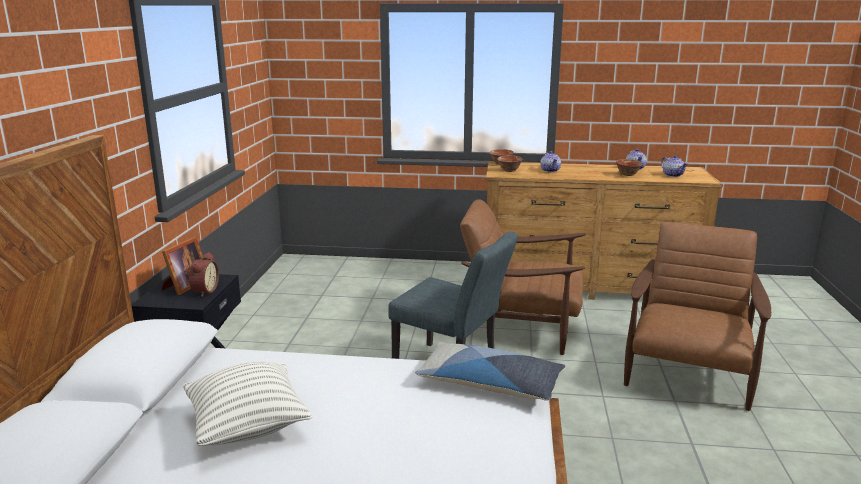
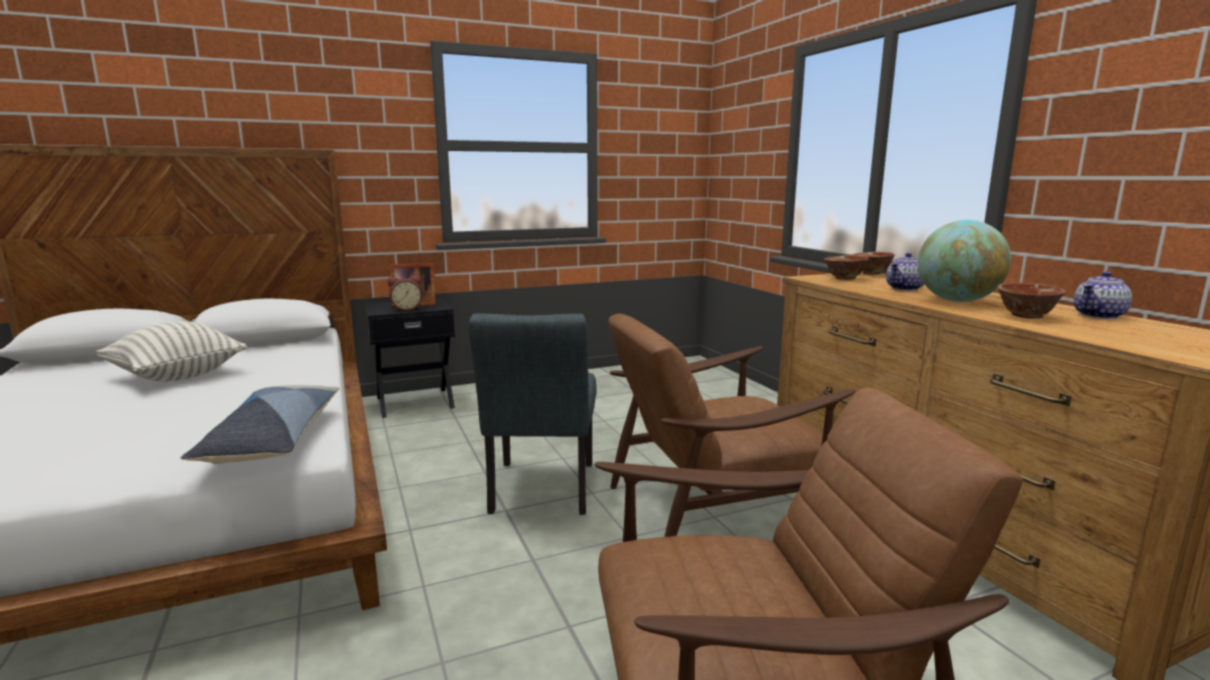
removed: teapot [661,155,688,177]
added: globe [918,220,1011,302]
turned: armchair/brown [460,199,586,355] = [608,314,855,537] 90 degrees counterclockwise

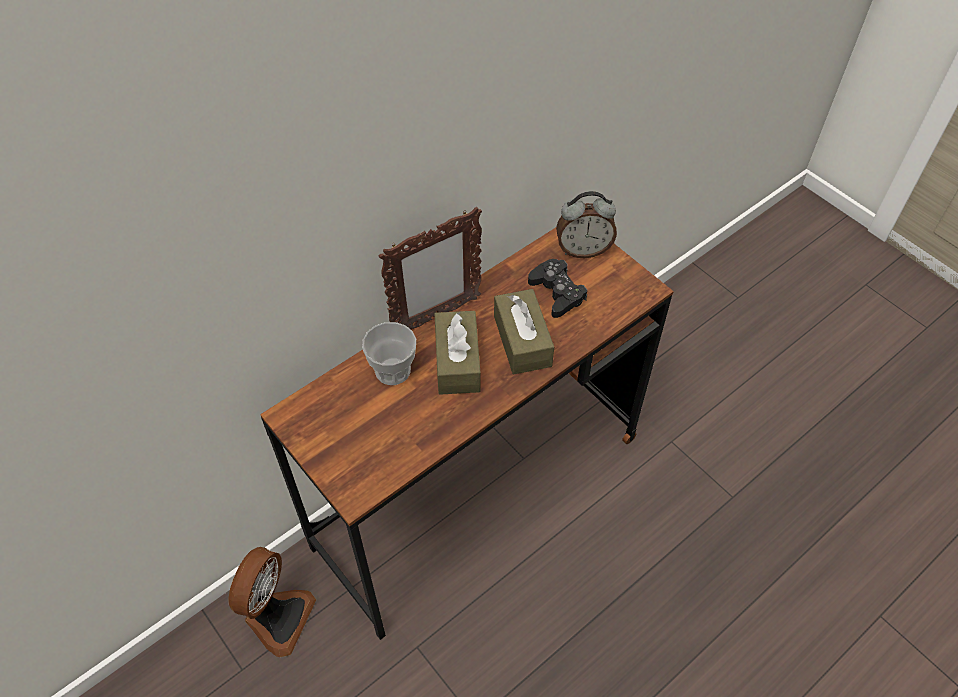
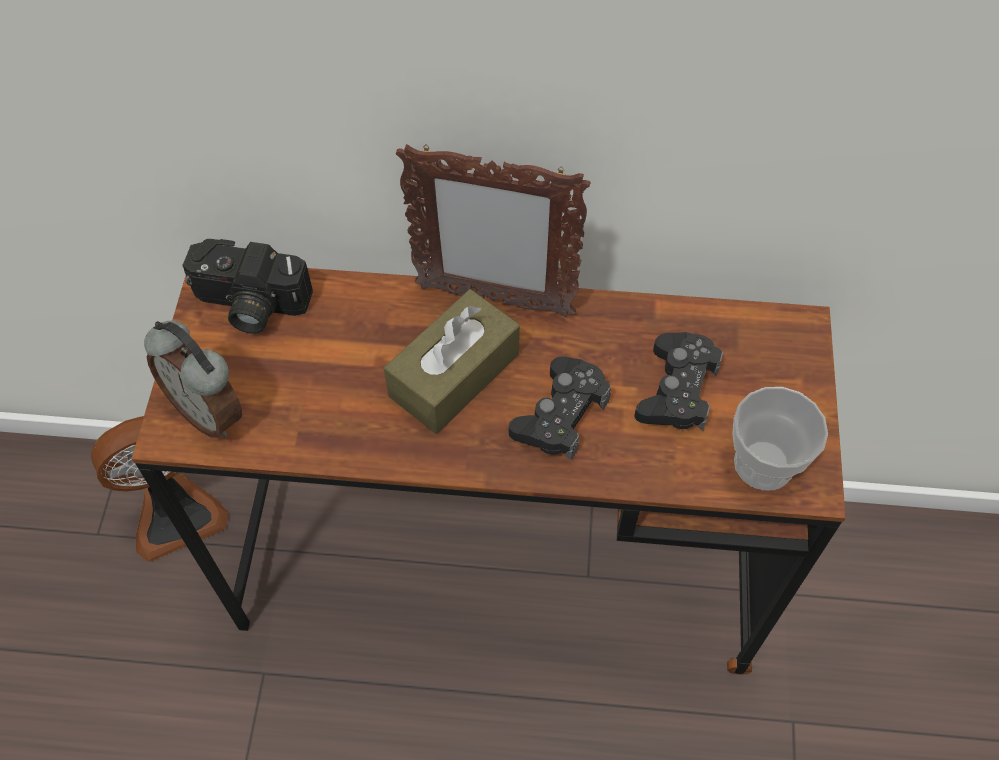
added: photo camera [182,239,313,334]
moved: cup [362,322,416,385] to [732,387,828,490]; alarm clock [556,191,617,258] to [144,320,242,438]
replaced: tissue box/brown [494,289,554,374] to game controller/black [509,356,611,460]

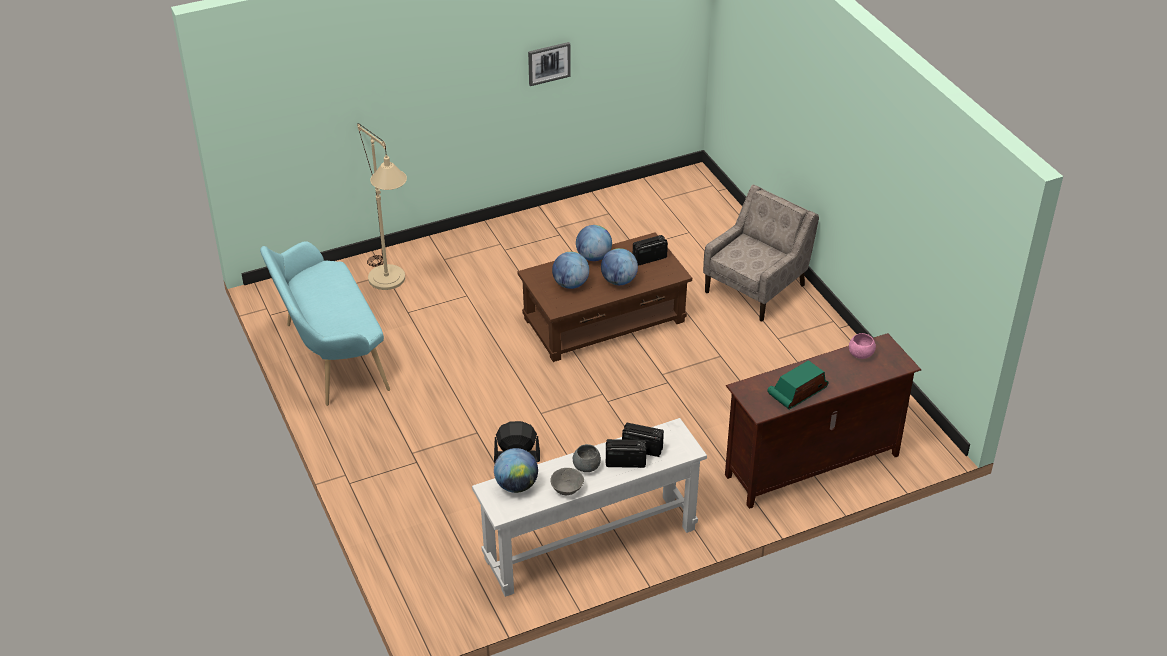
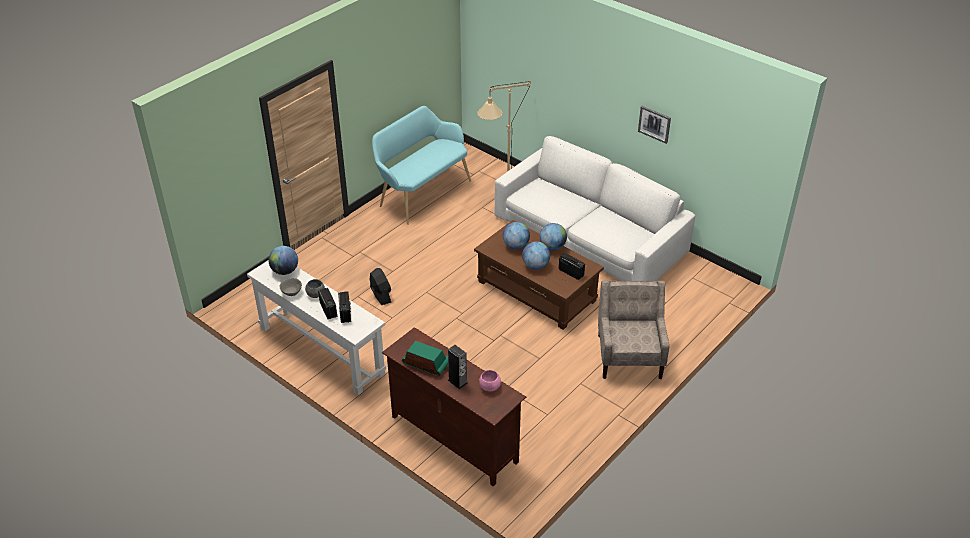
added: speaker [448,345,468,389]; sofa/white [495,136,695,281]
turned: armchair/beige [703,185,819,321] = [598,280,670,379] 105 degrees counterclockwise

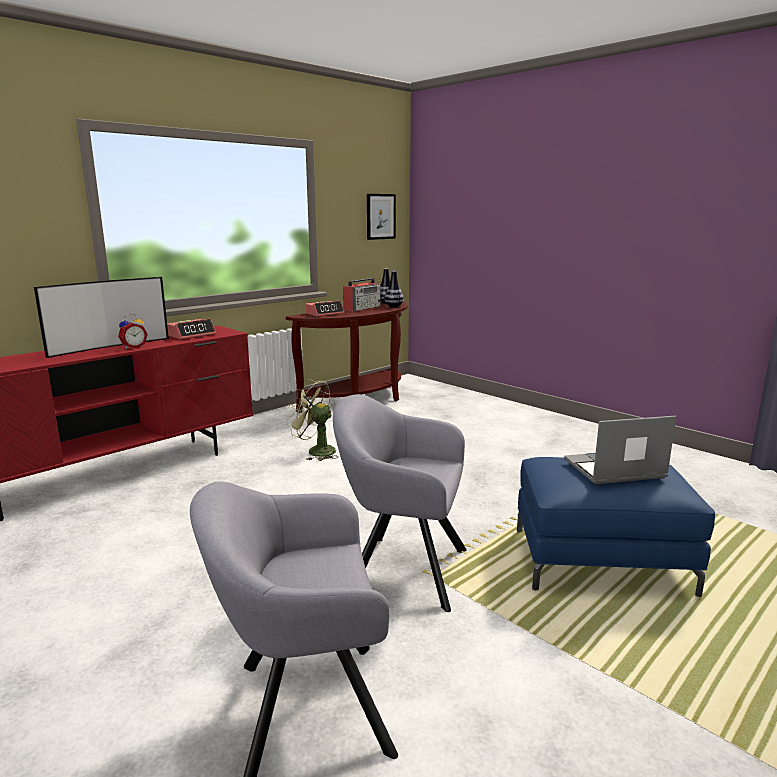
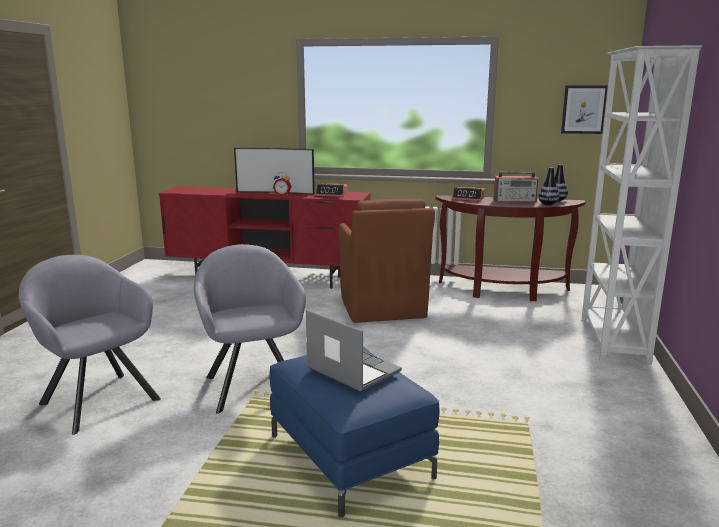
added: bookcase/white [582,45,702,365]
replaced: fan/green [287,379,338,461] to armchair/brown [339,198,435,323]

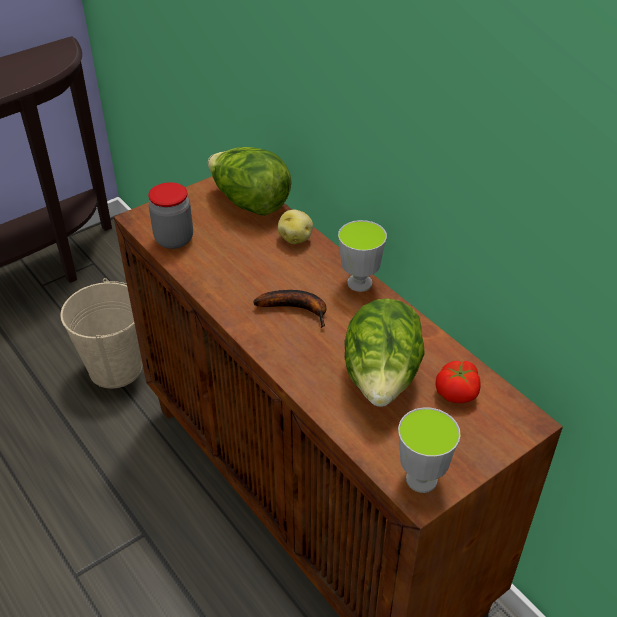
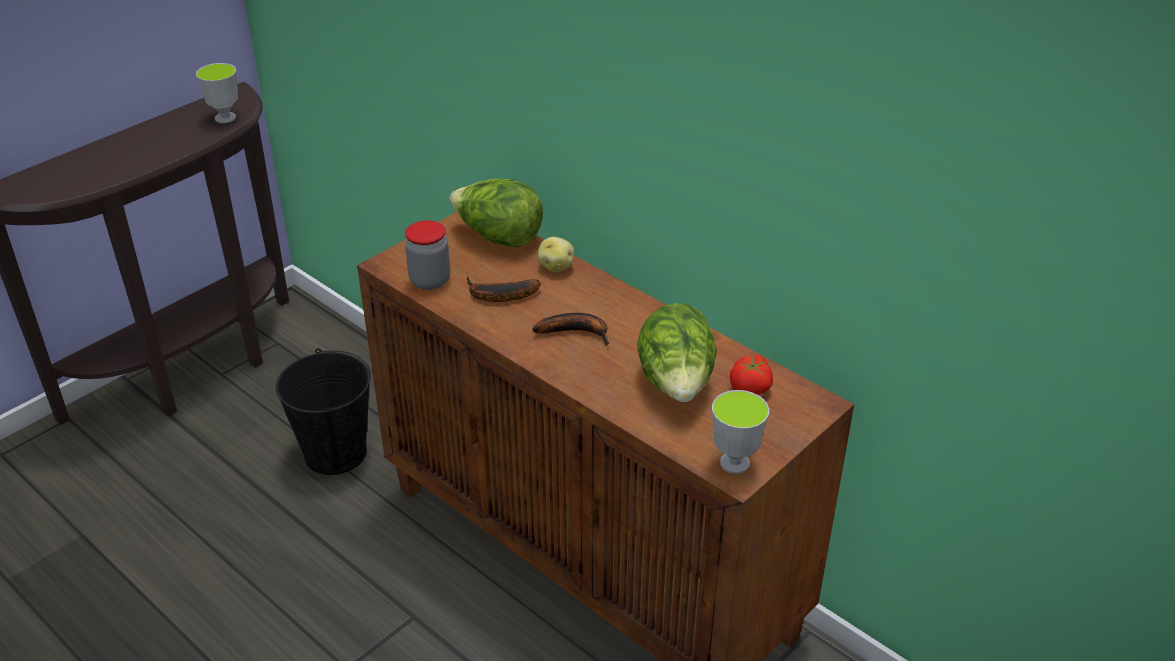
added: banana [467,277,541,302]
moved: cup [338,220,387,292] to [196,63,238,123]
recoloured: bucket/beige [61,278,142,389] to bucket/black [276,348,371,475]

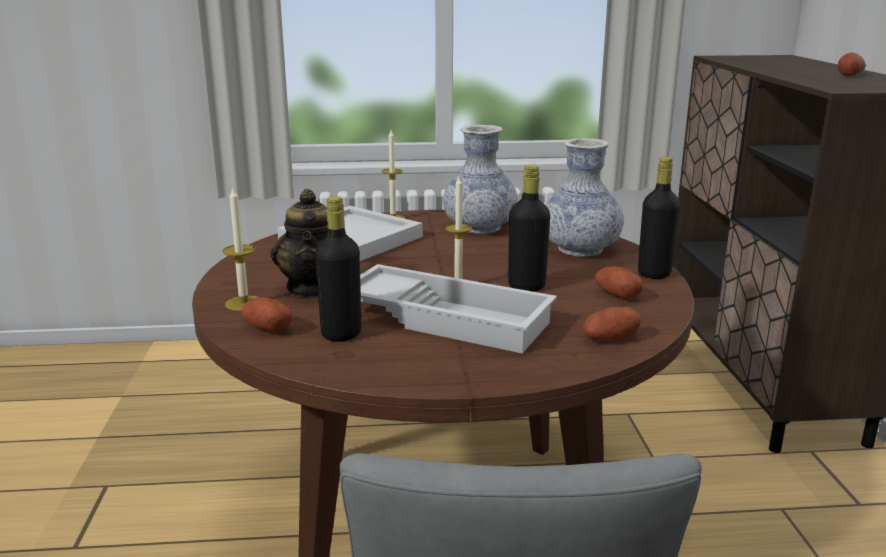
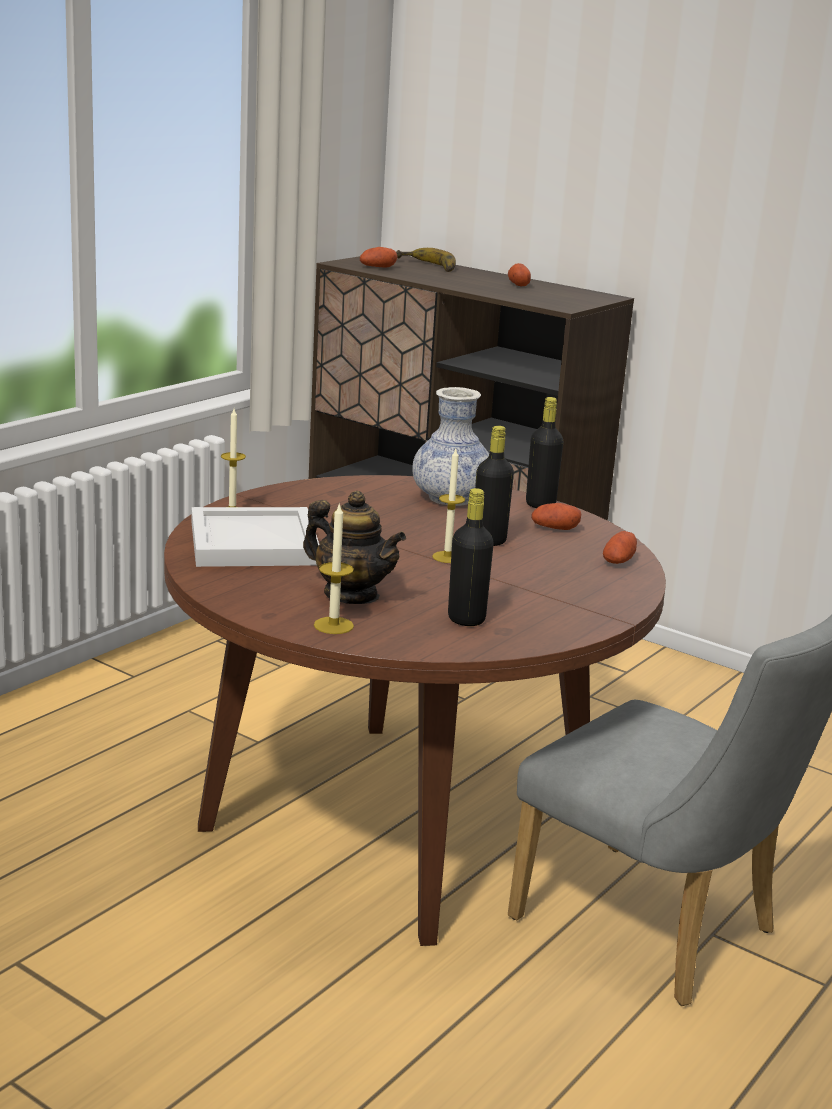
removed: tray/white [360,264,557,353]; vase [443,125,518,234]
added: banana [396,248,456,272]
moved: potato [241,297,292,332] to [360,247,398,268]

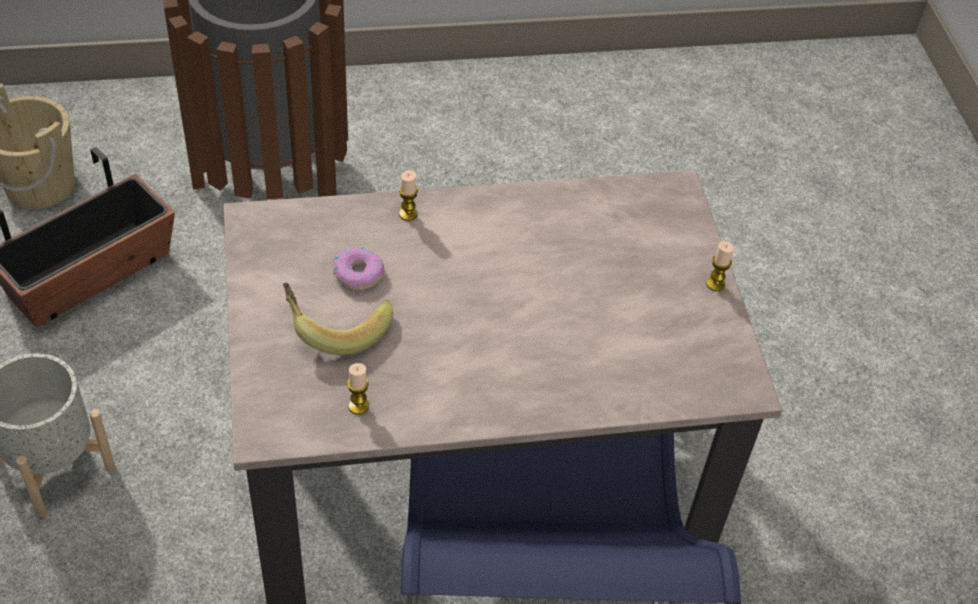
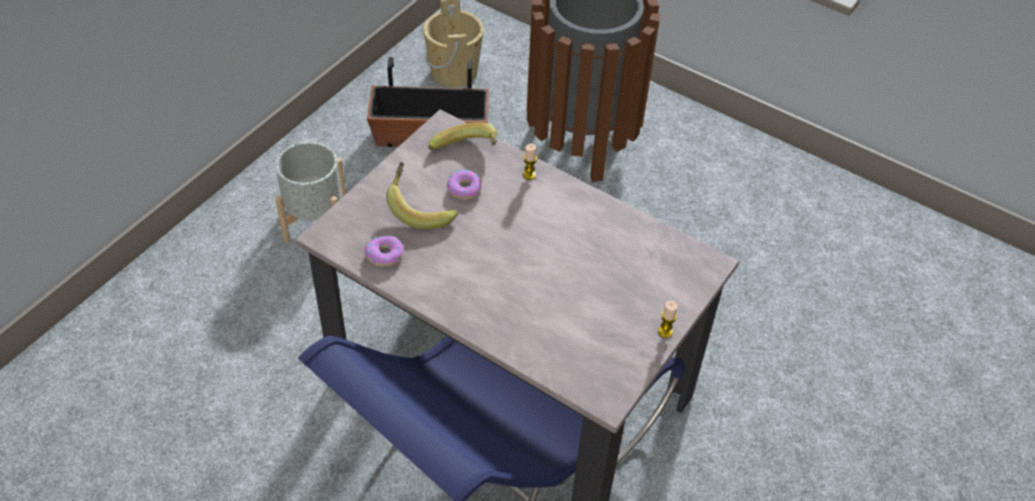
added: banana [428,122,497,150]
replaced: candle [347,363,369,415] to donut [365,236,403,267]

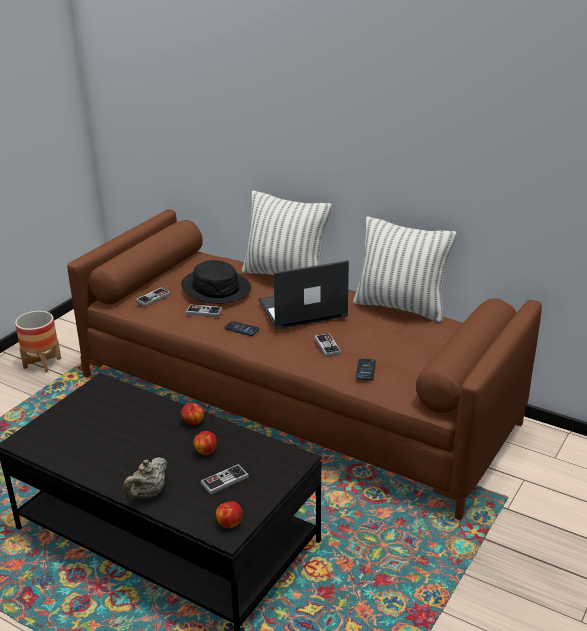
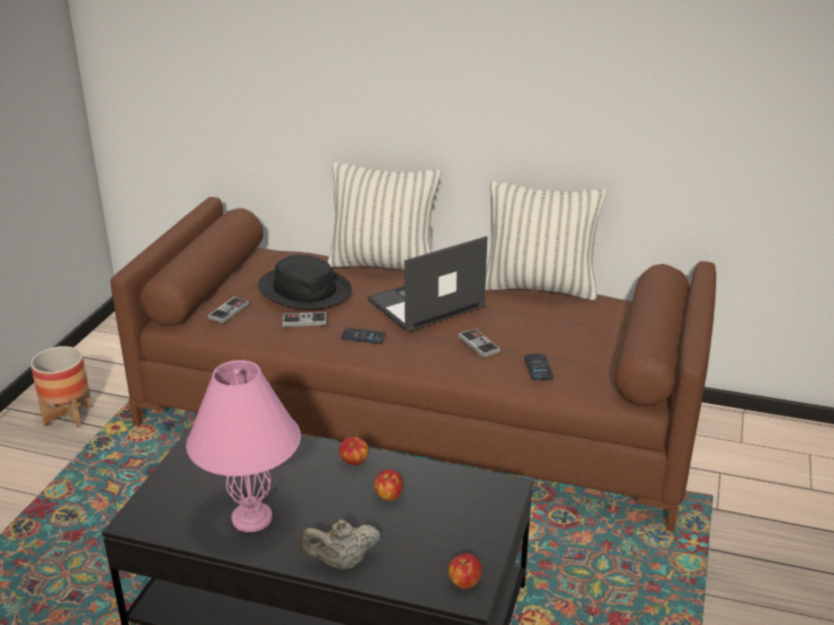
removed: game controller [201,464,249,494]
added: table lamp/pink [186,360,301,532]
turned: teapot/beige [123,457,167,499] = [300,520,380,570] 60 degrees clockwise

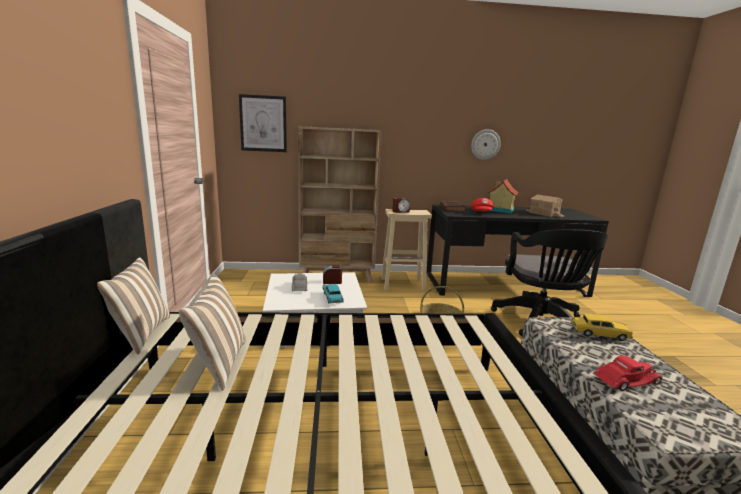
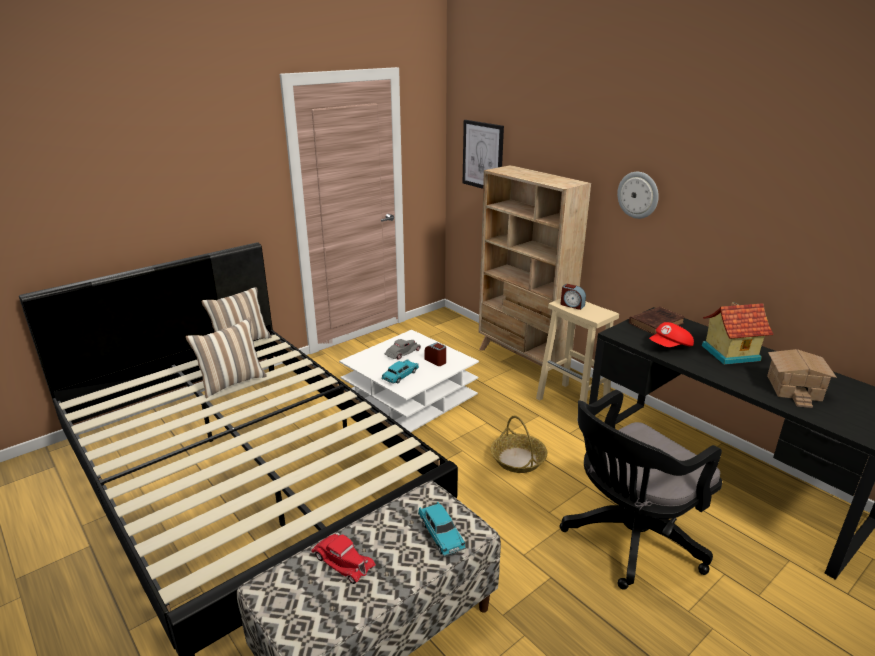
moved: wall clock [471,129,501,160] to [617,172,659,219]
recoloured: toy car/yellow [571,314,633,341] to toy car/turquoise [418,502,466,556]

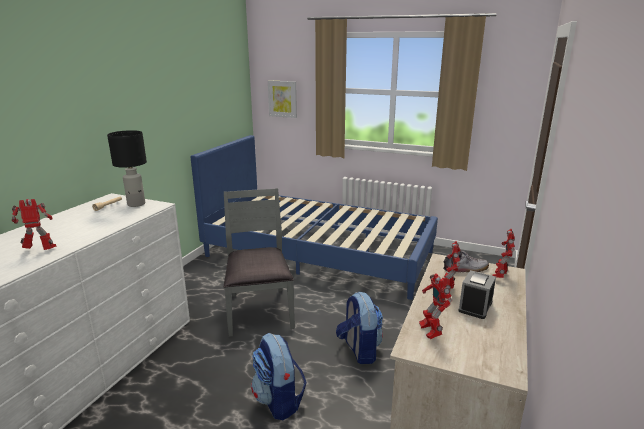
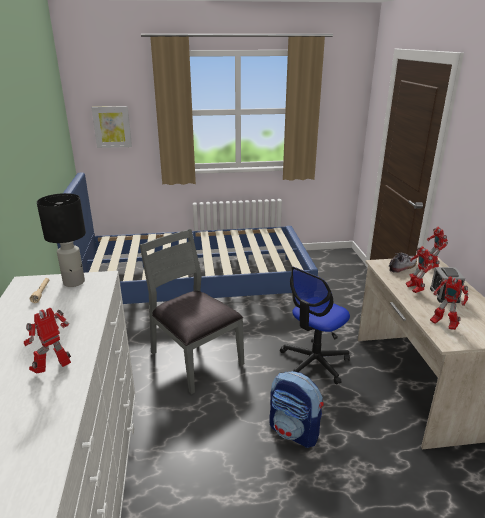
replaced: backpack [336,292,383,364] to office chair [280,267,350,385]

